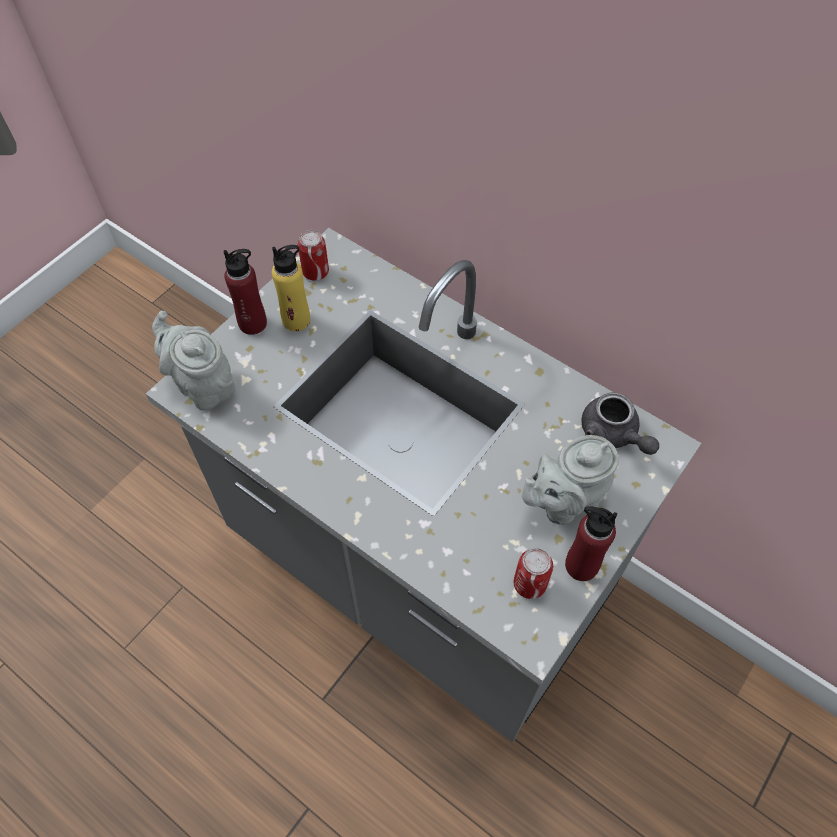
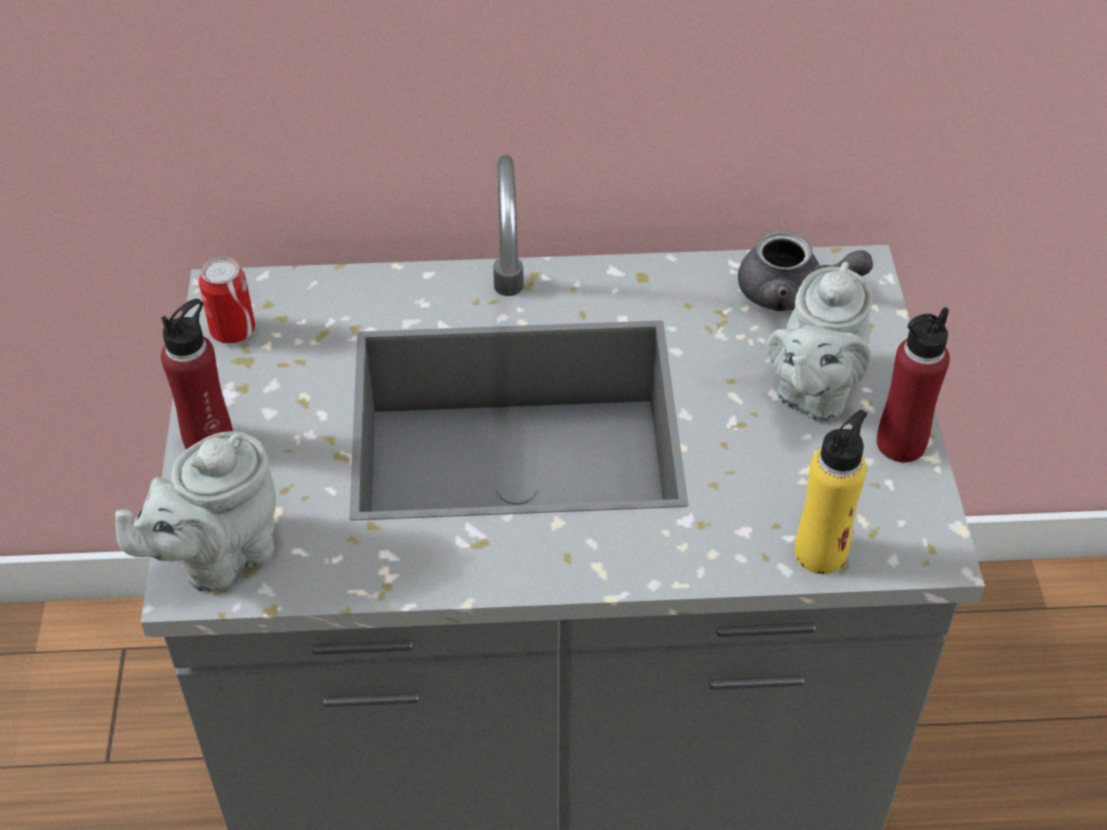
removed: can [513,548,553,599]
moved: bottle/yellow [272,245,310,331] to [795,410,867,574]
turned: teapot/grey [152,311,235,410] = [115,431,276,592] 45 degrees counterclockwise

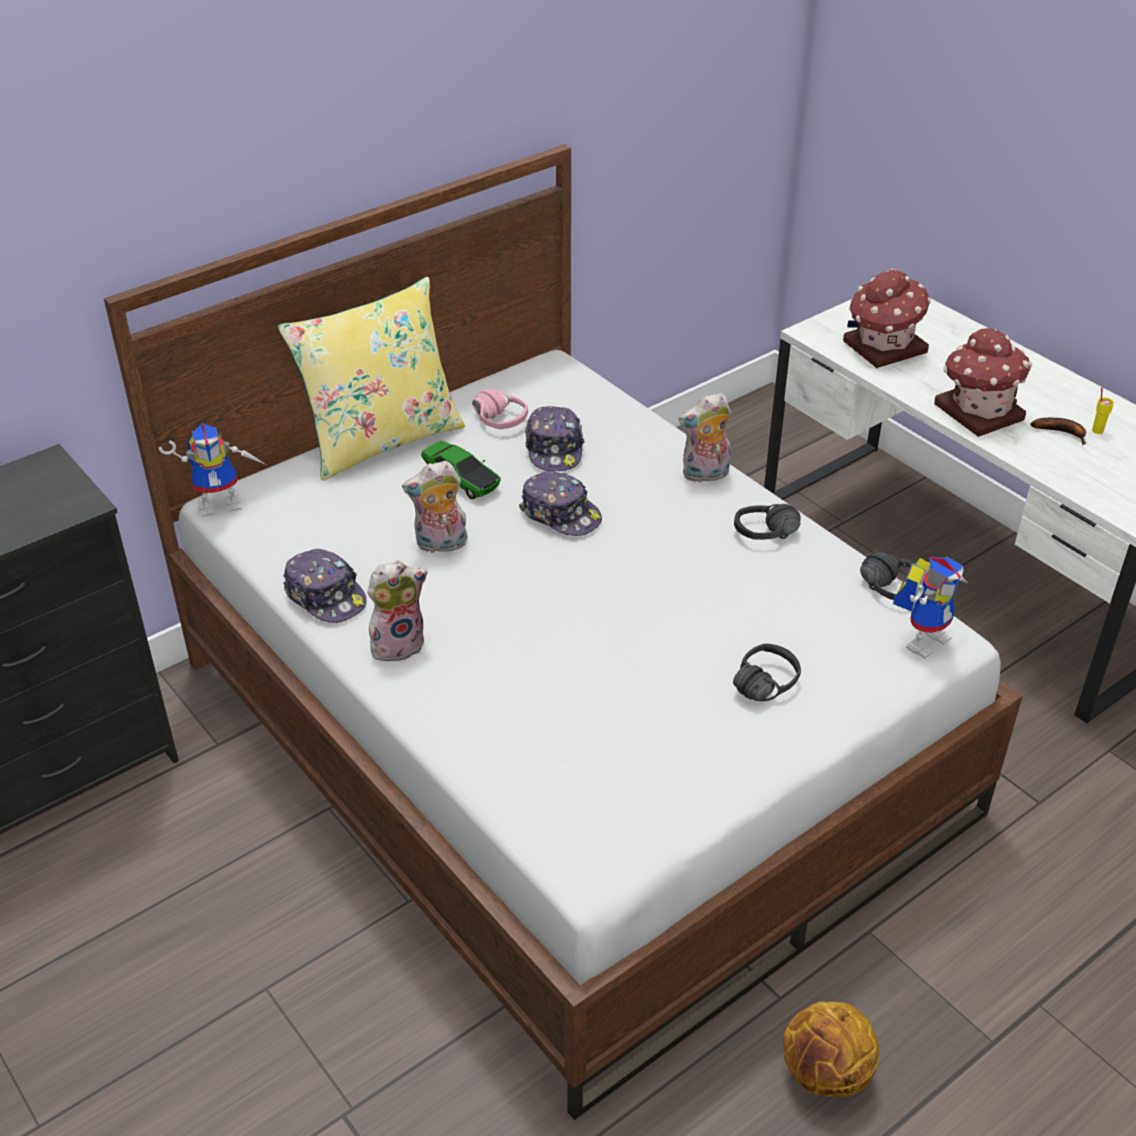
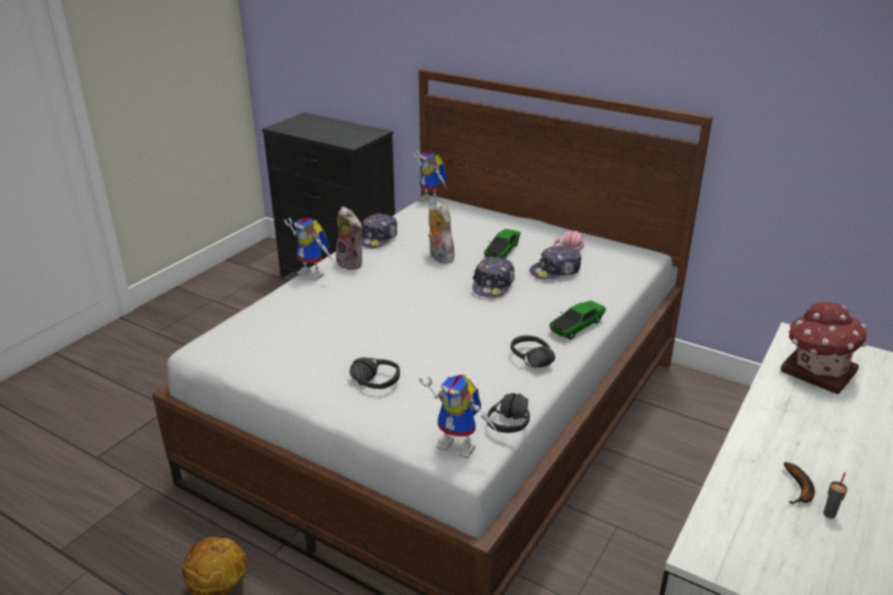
removed: pillow/yellow [278,277,465,481]; toy house [934,328,1032,437]
added: toy robot [284,217,334,281]
replaced: plush toy [679,393,731,483] to toy car [550,300,606,340]
recoloured: cup/yellow [1092,387,1114,434] to cup/grey [823,472,848,519]

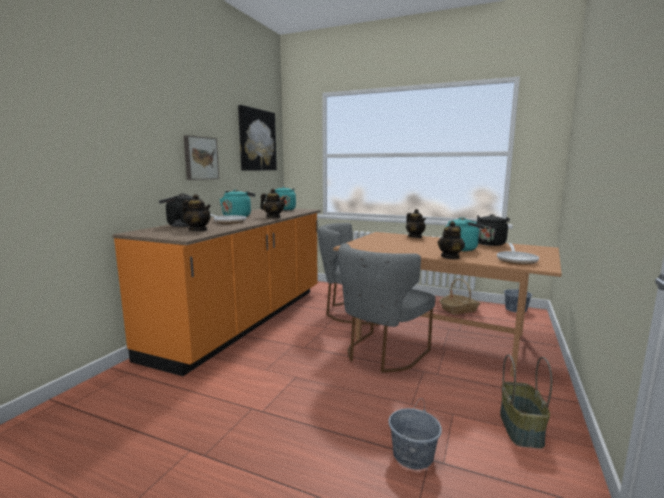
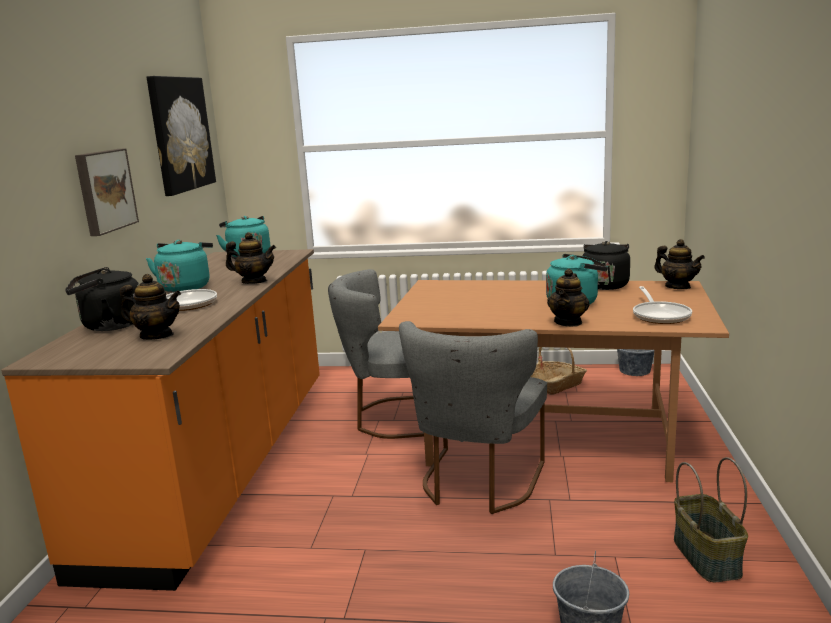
moved: teapot [406,209,426,238] to [654,239,705,289]

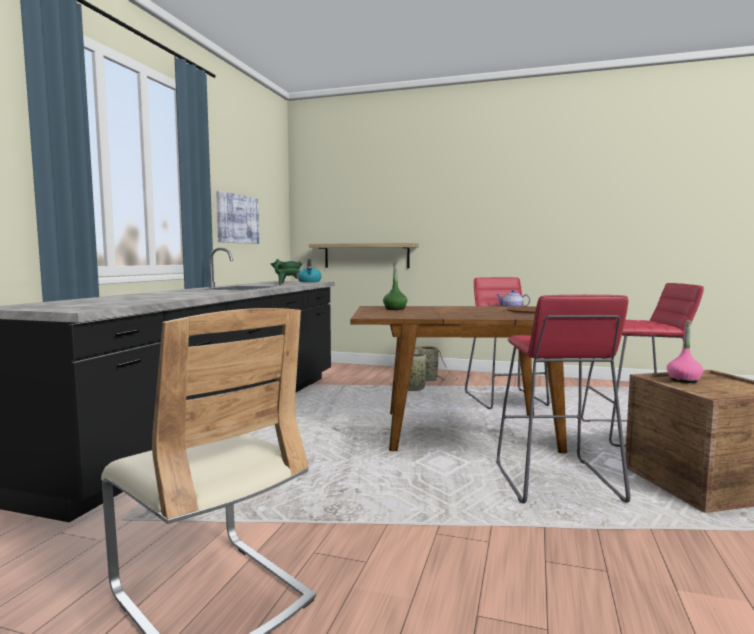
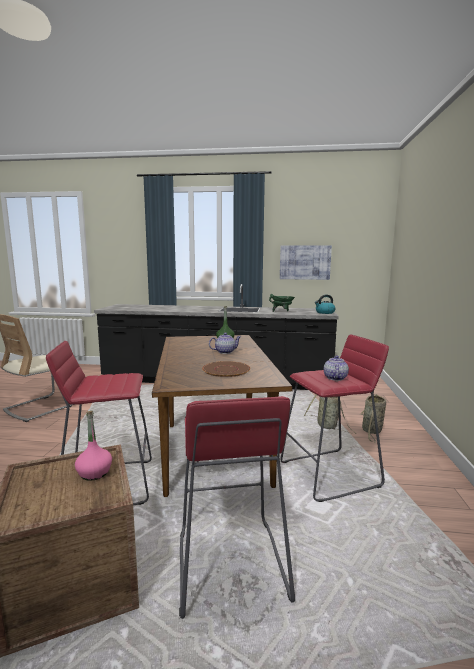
removed: shelf [309,243,419,268]
added: teapot [209,333,241,354]

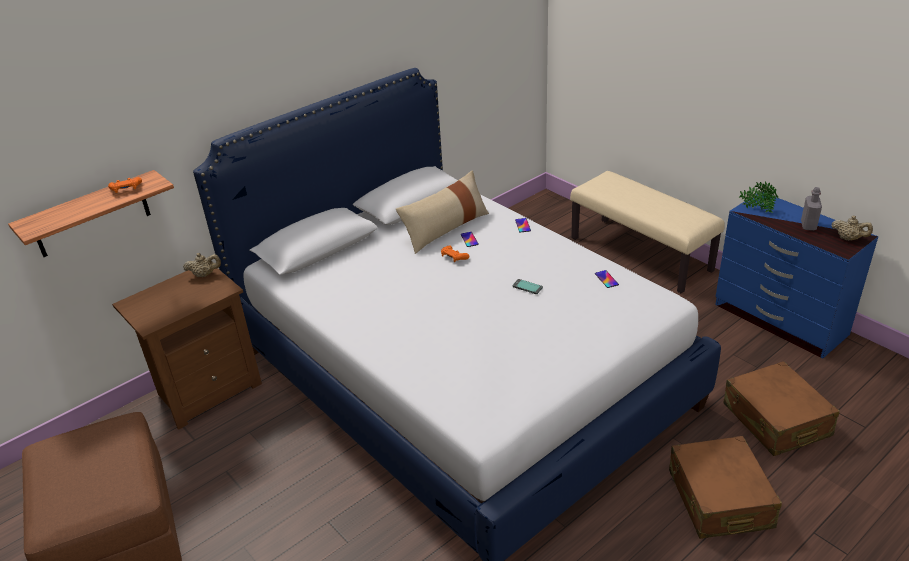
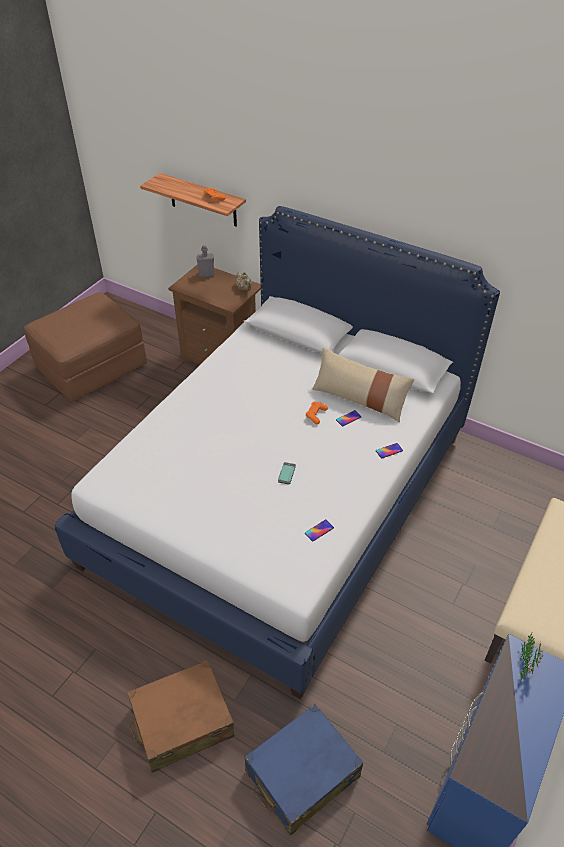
removed: teapot/beige [832,216,873,241]
moved: bottle/grey [801,187,822,231] to [196,245,214,277]
recoloured: suitcase/brown [724,361,840,456] to suitcase/blue [245,704,363,835]

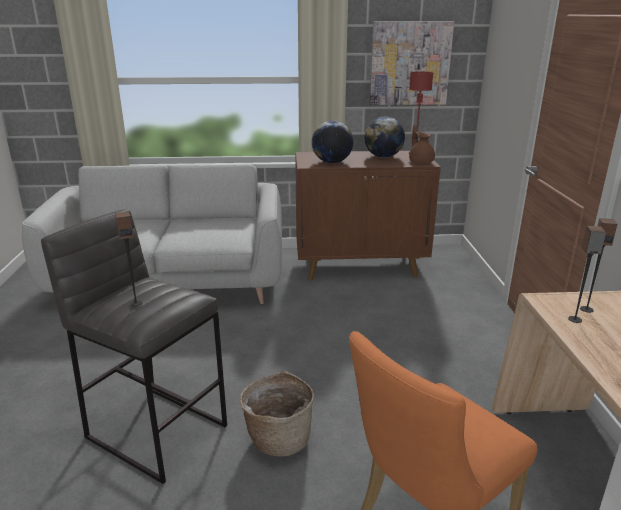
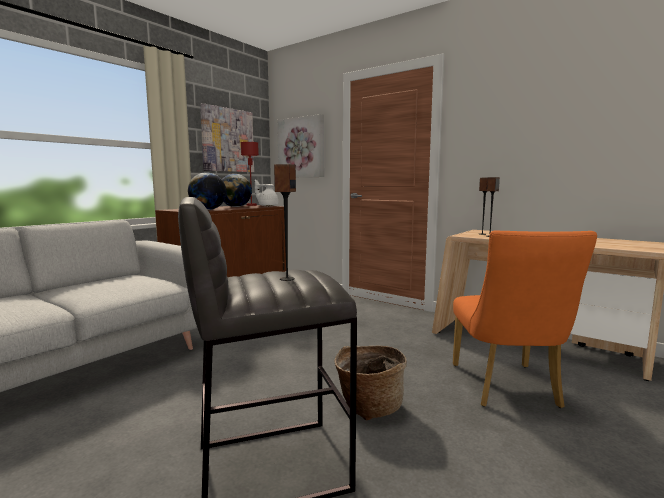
added: picture [277,114,324,177]
recoloured: teapot/brown [409,124,435,164] to teapot/white [255,180,278,206]

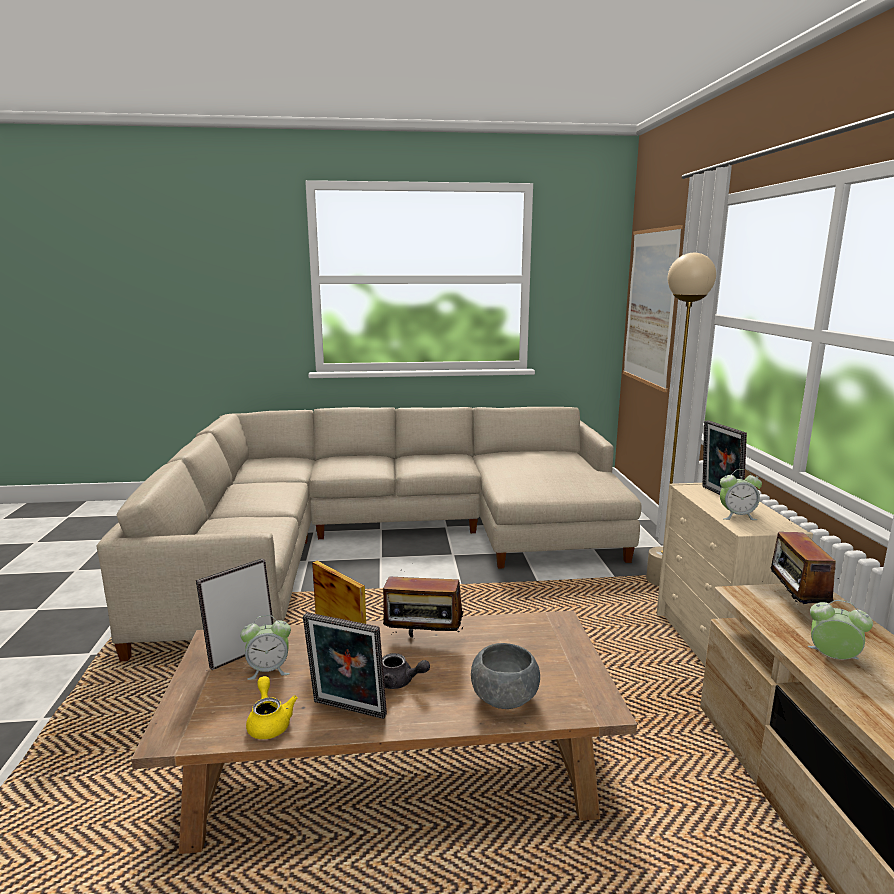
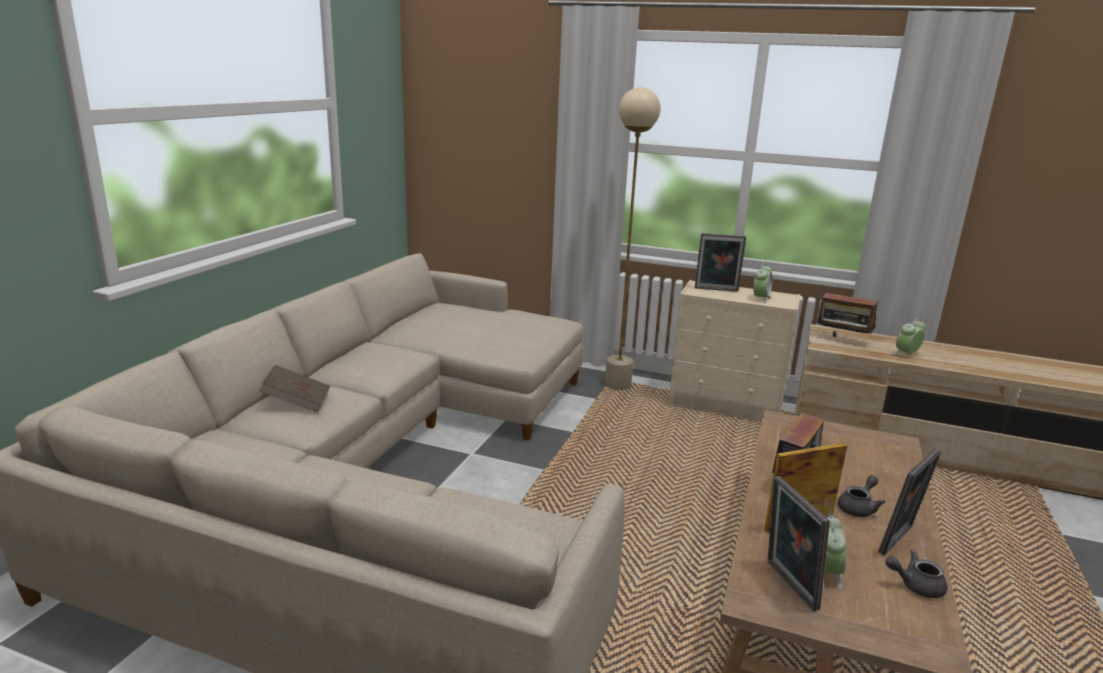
removed: bowl/grey [471,643,540,709]; picture [623,225,683,392]
added: book/brown [259,365,330,413]
recoloured: teapot/yellow [246,676,298,739] to teapot/grey [886,550,947,598]

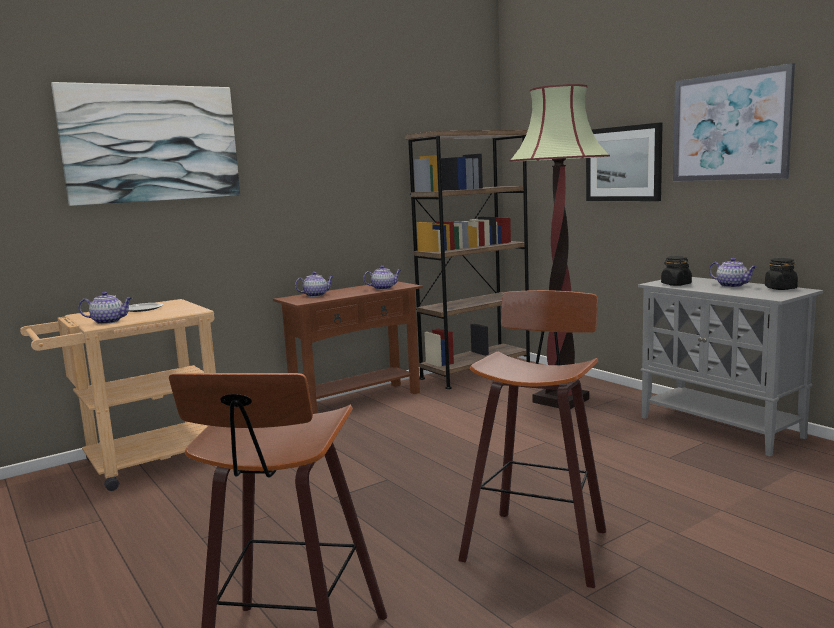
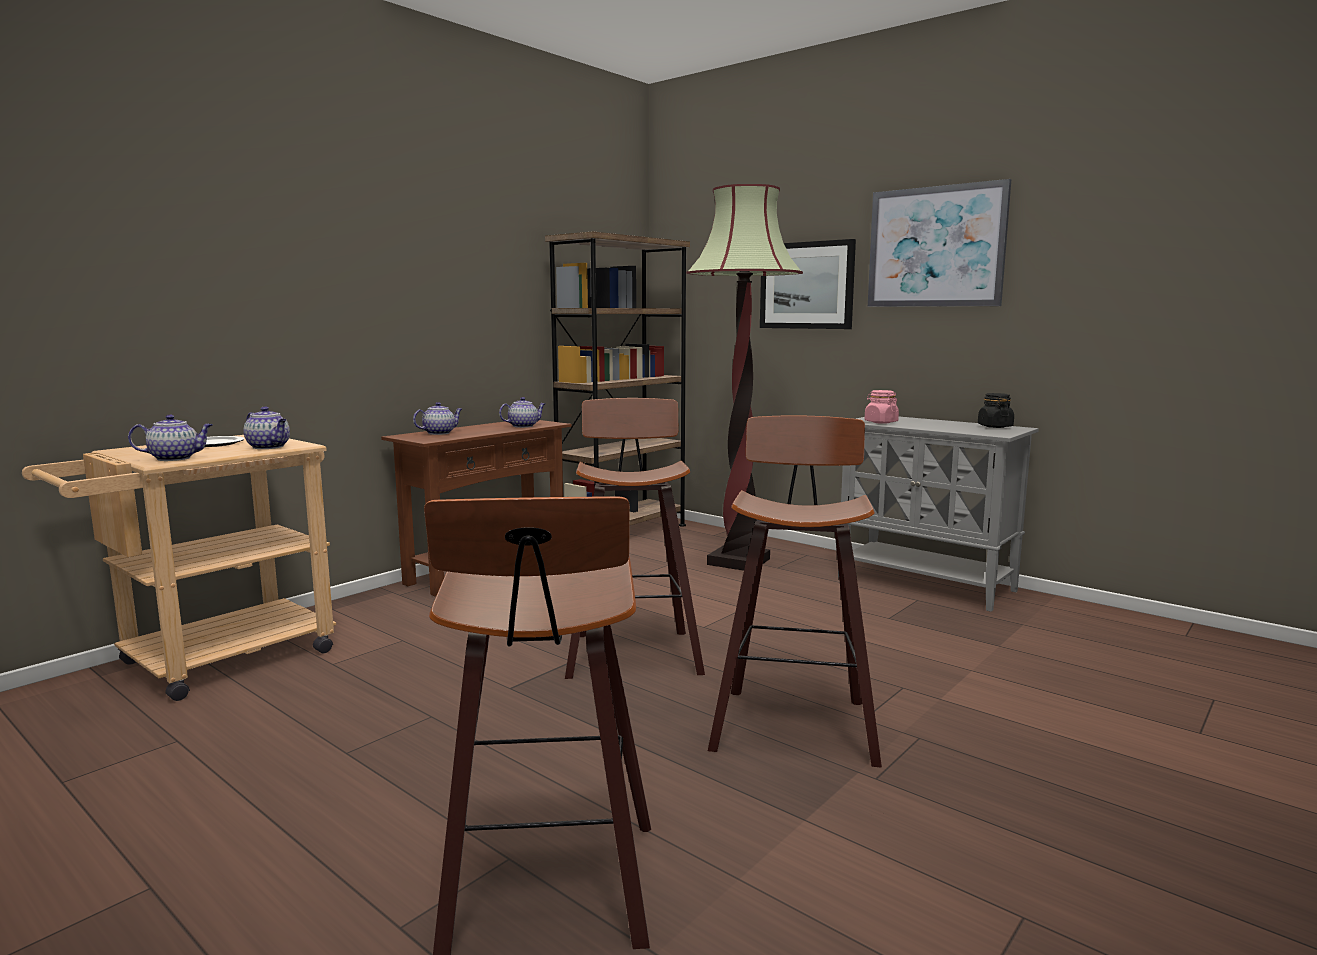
removed: picture [51,82,240,206]
added: stool [565,398,705,679]
moved: teapot [709,258,757,288] to [243,406,290,449]
recoloured: jar/black [661,256,692,286] to jar/pink [865,390,899,424]

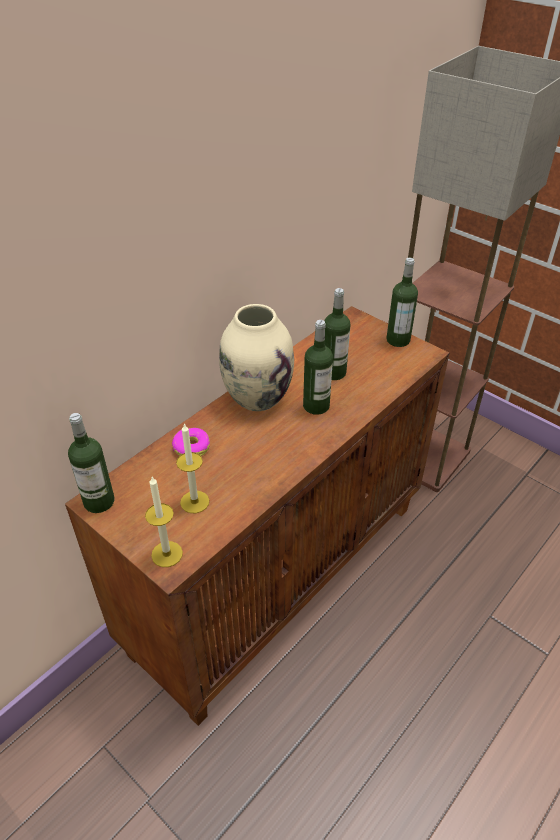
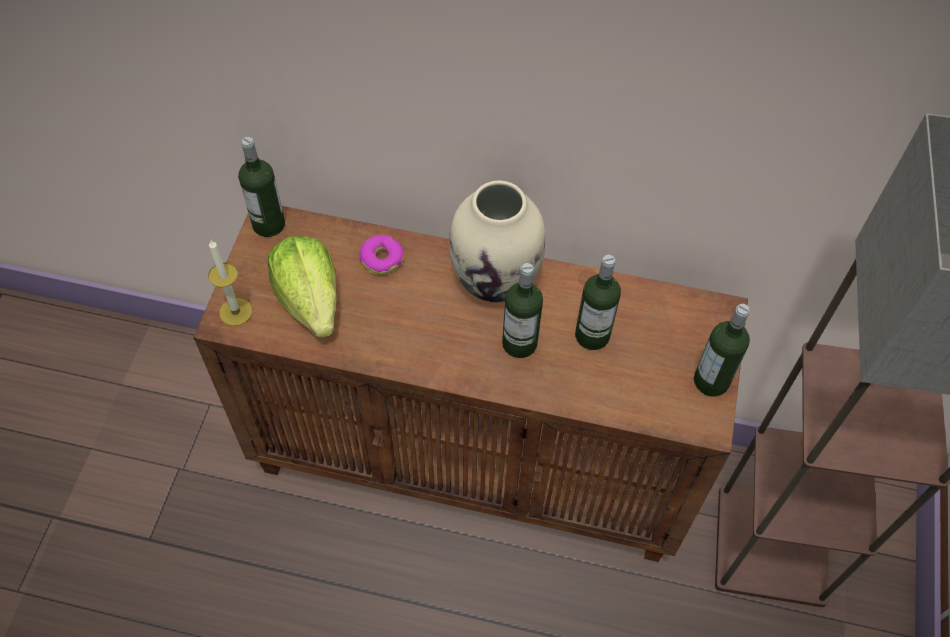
replaced: candle [176,423,209,513] to lettuce [267,236,337,338]

